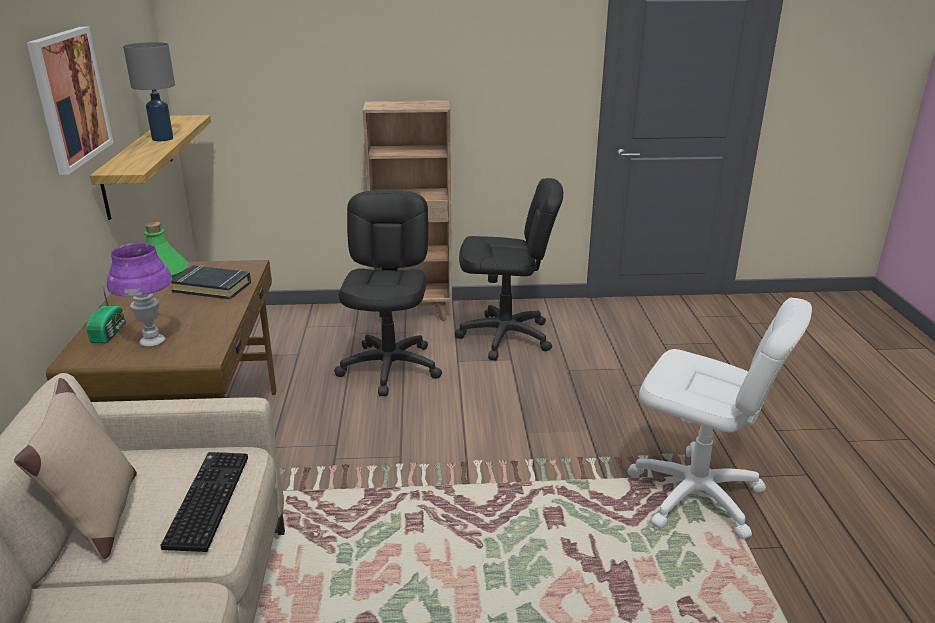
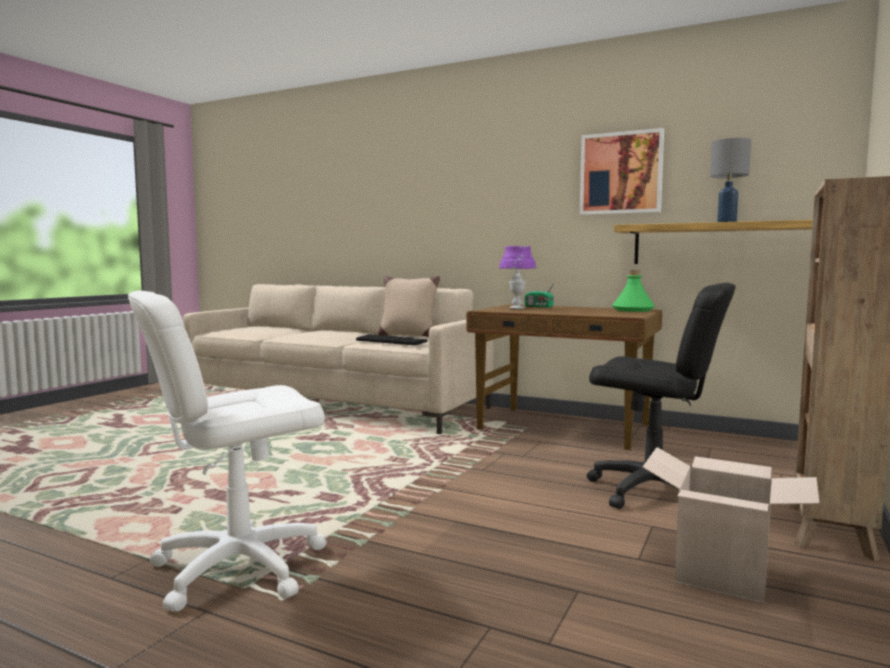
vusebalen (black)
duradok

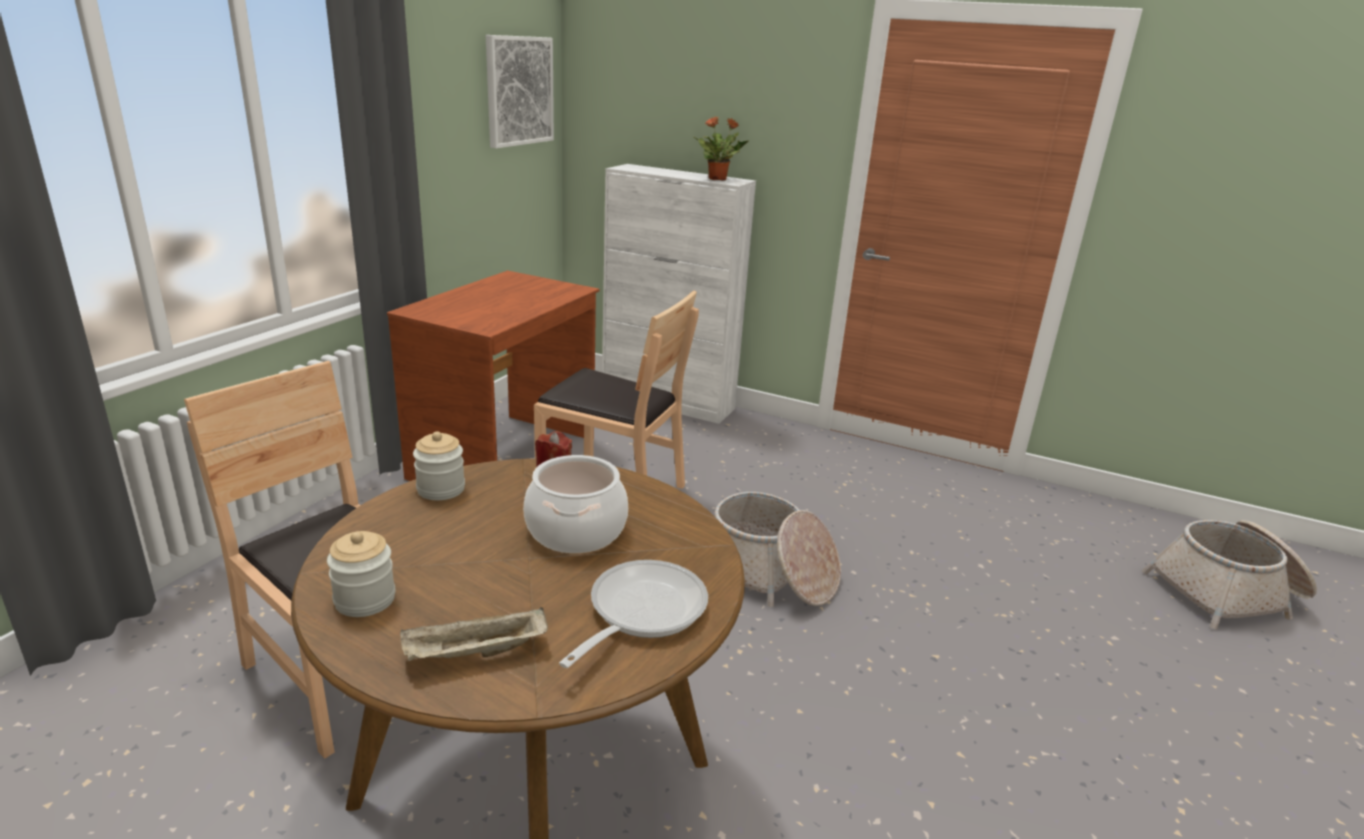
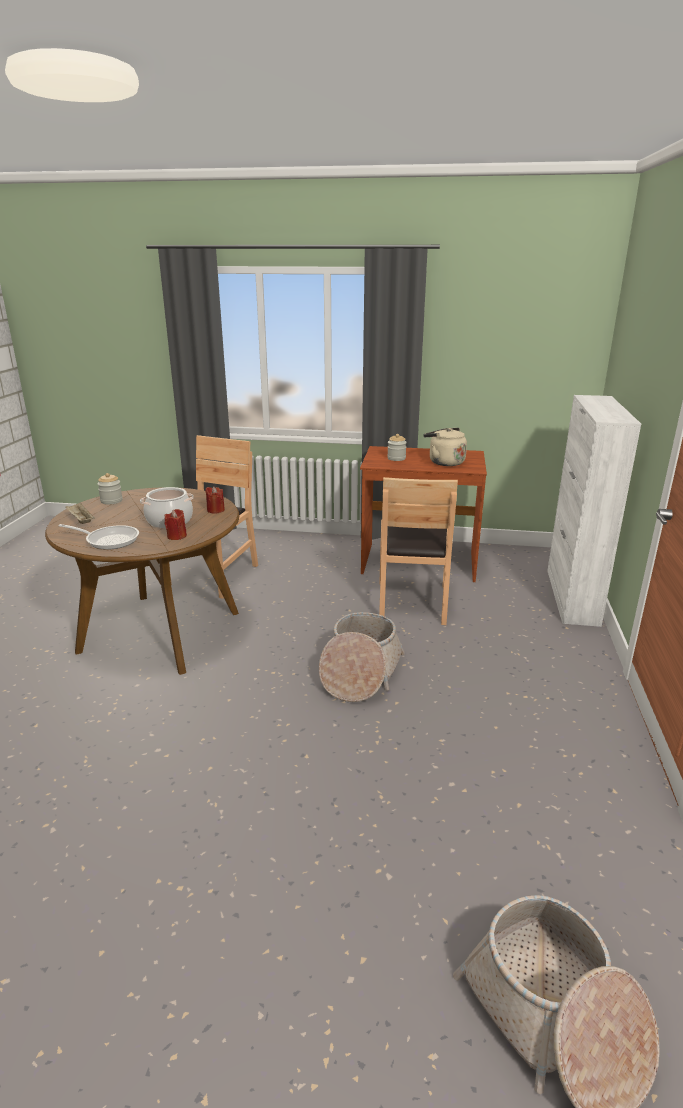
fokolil
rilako
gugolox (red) (1st from left)
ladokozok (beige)
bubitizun (2nd from left)

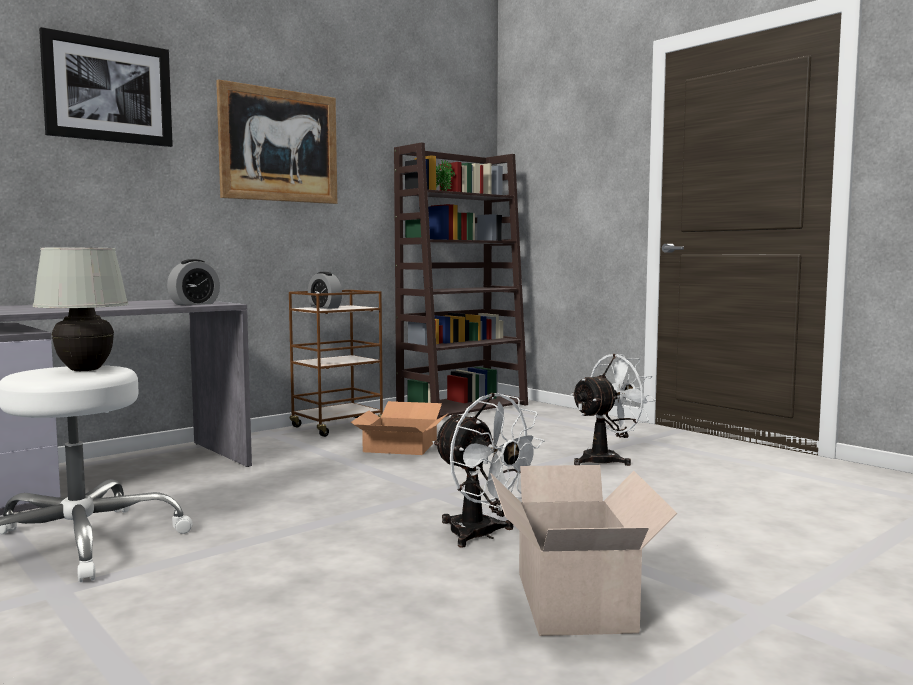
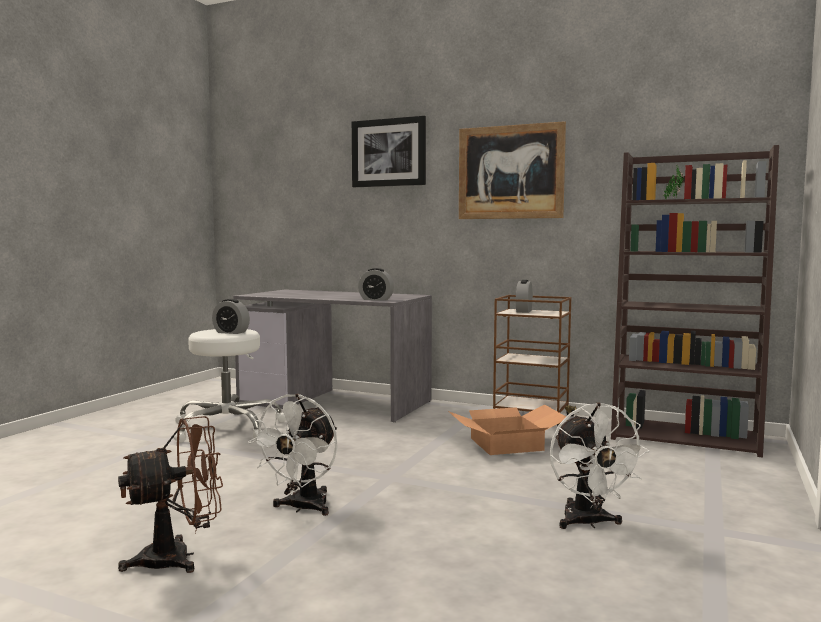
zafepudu (1st from left)
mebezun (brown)
mebezun (white) (2nd from left)

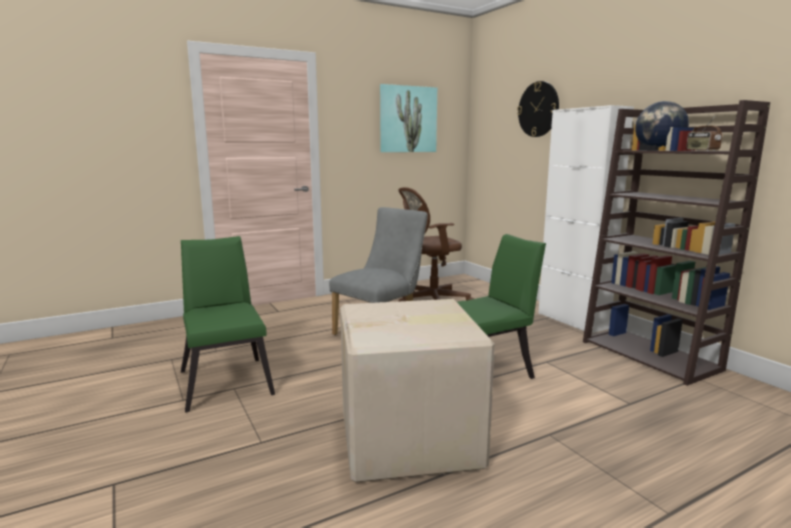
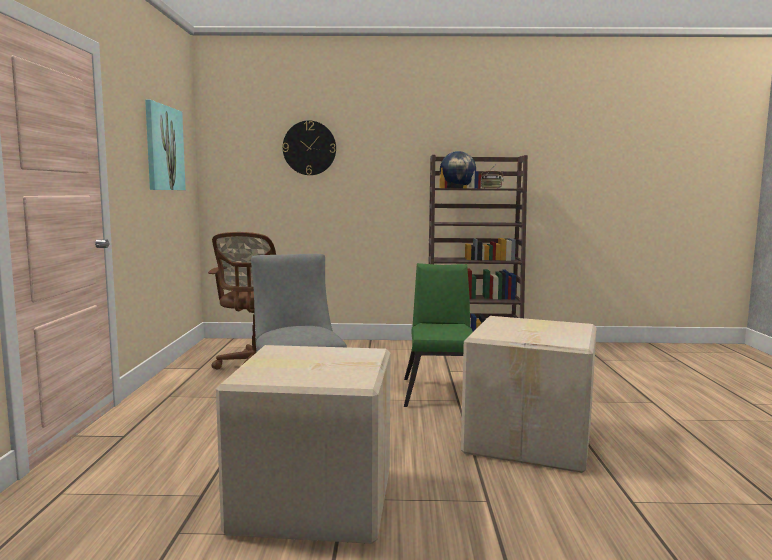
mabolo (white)
duradok (1st from left)

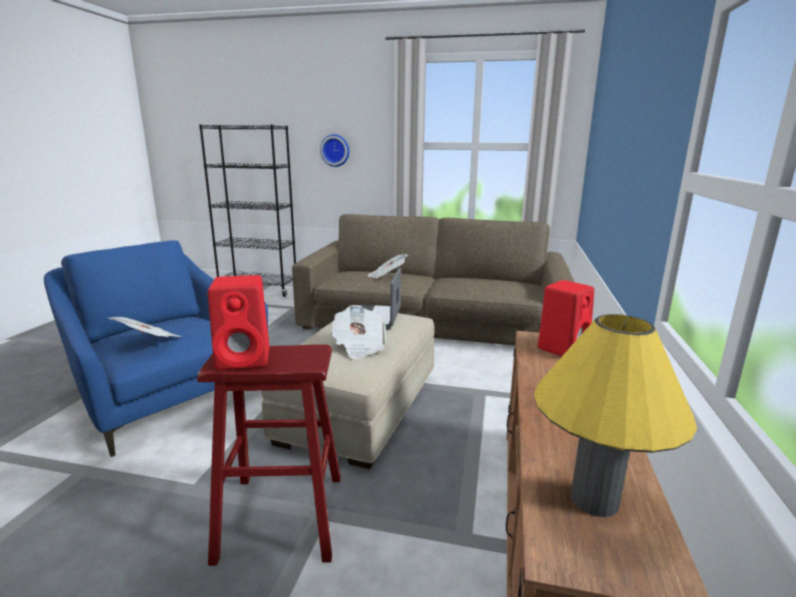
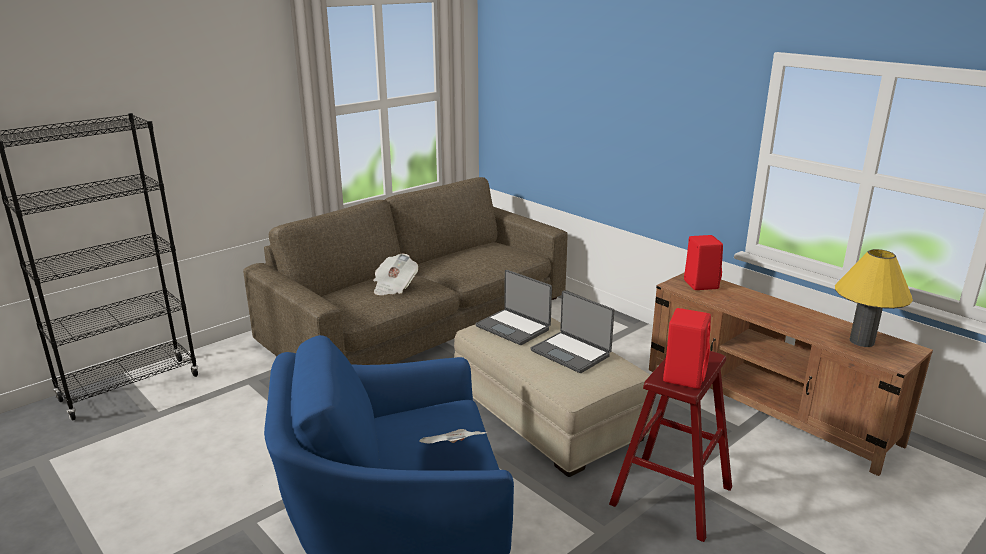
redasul
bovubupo (2nd from left)

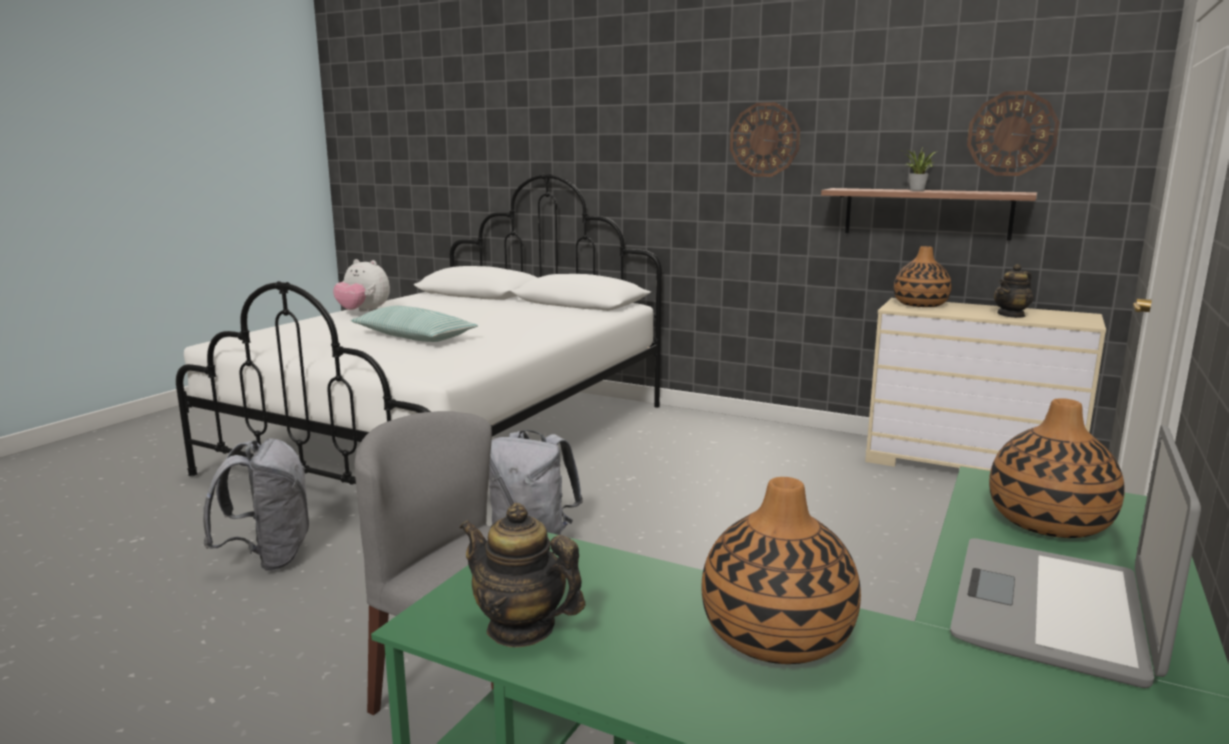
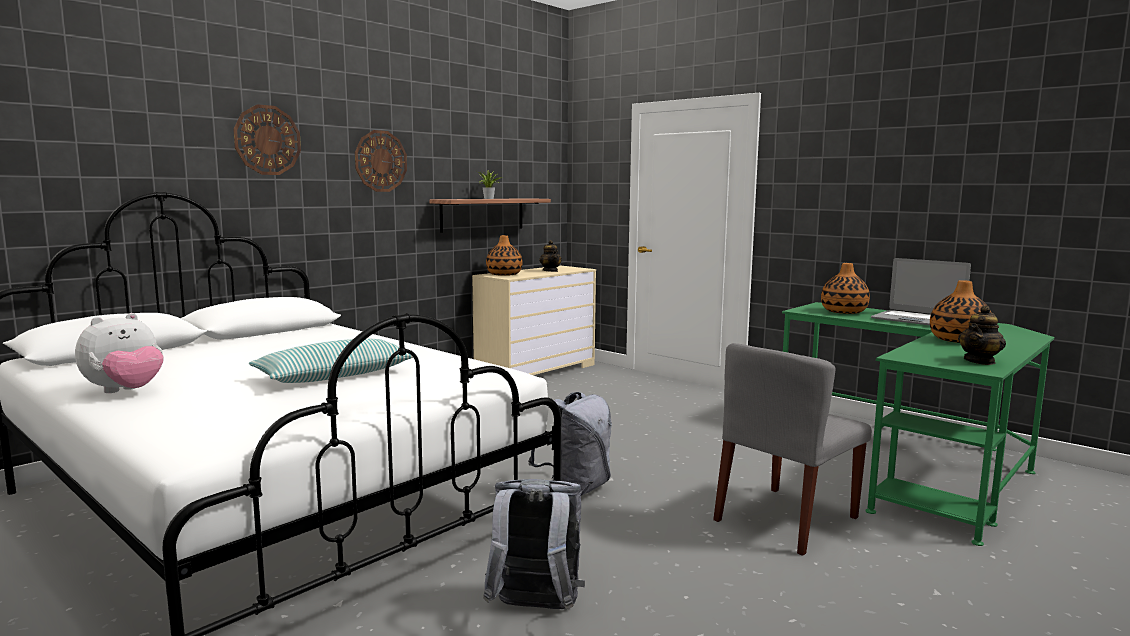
redasul (1st from left)

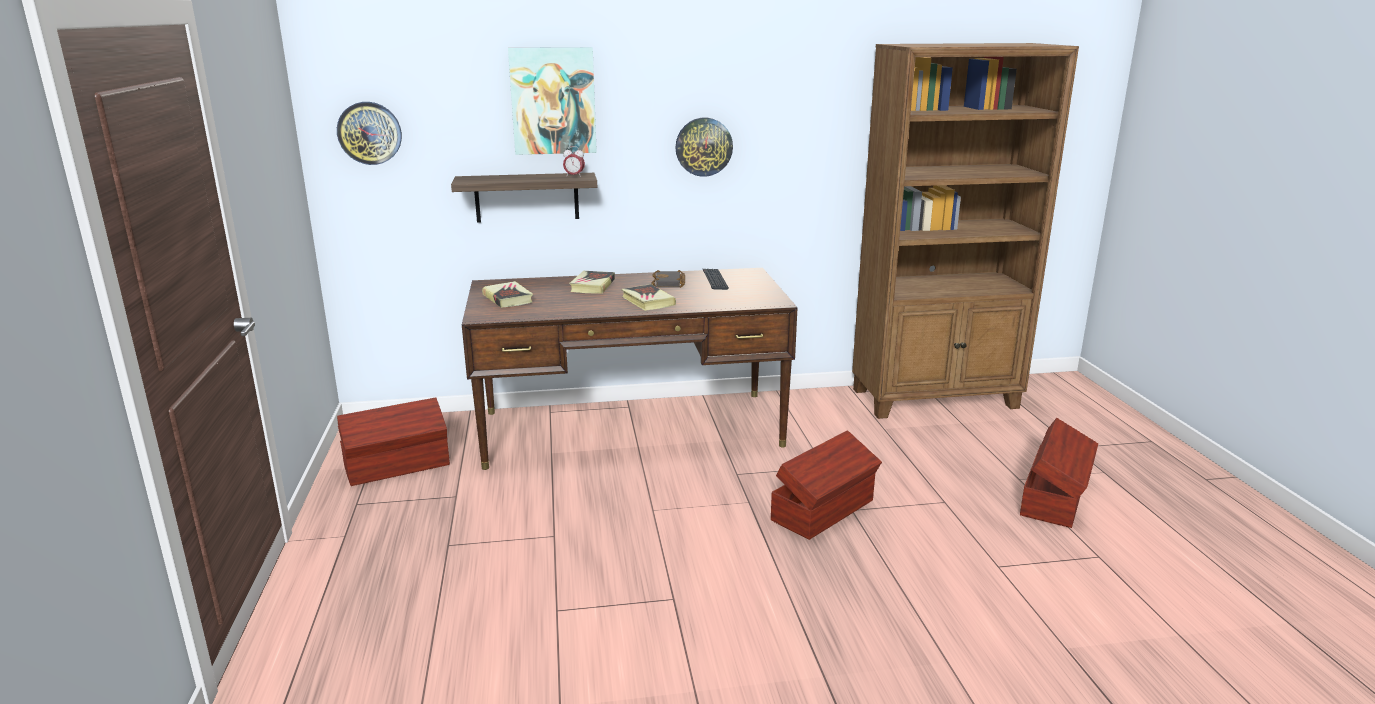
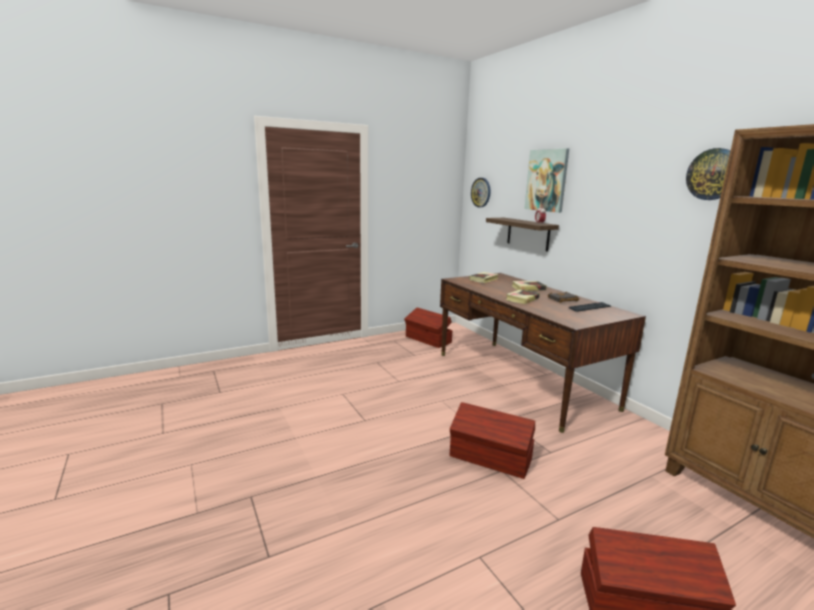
redasul (2nd from left)

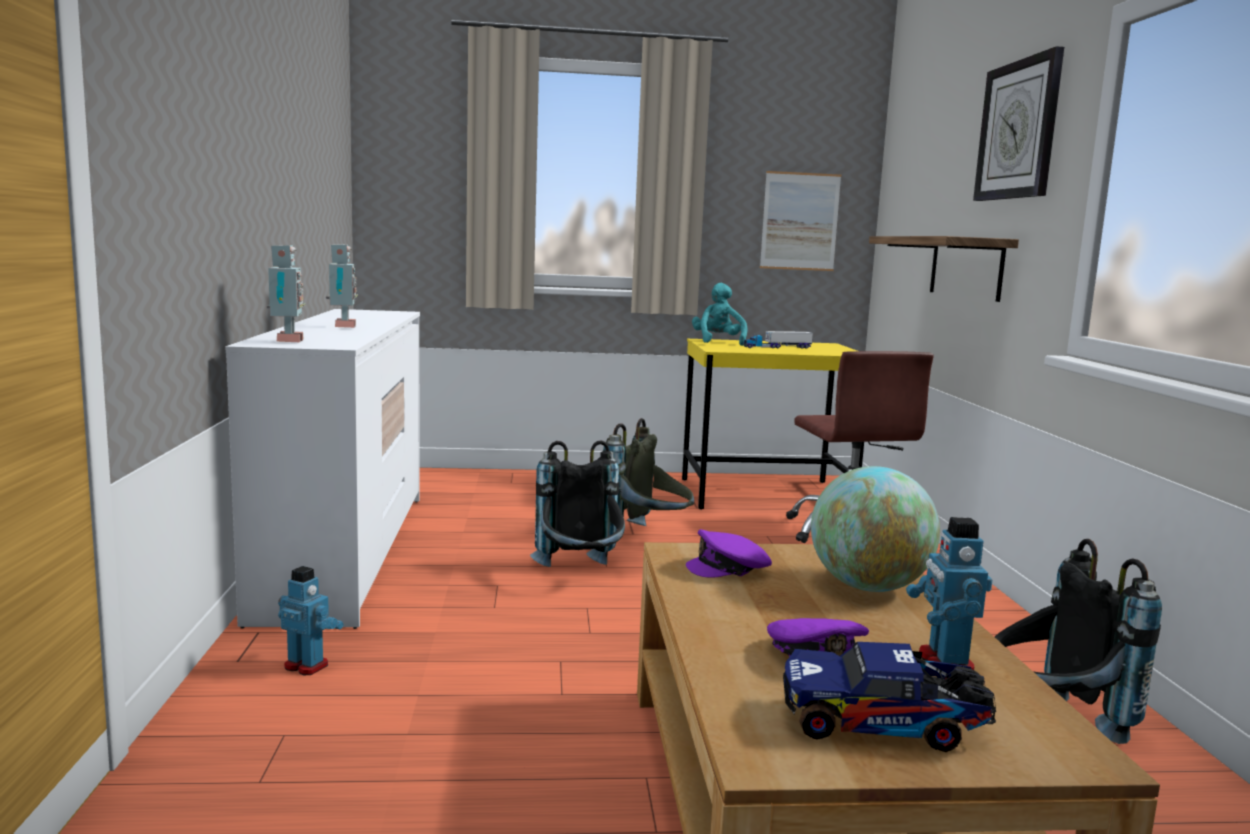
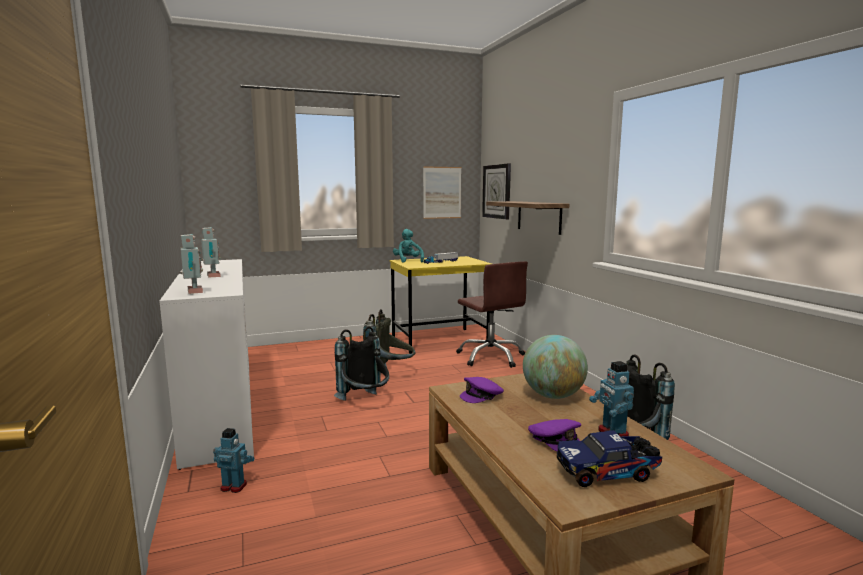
redasul

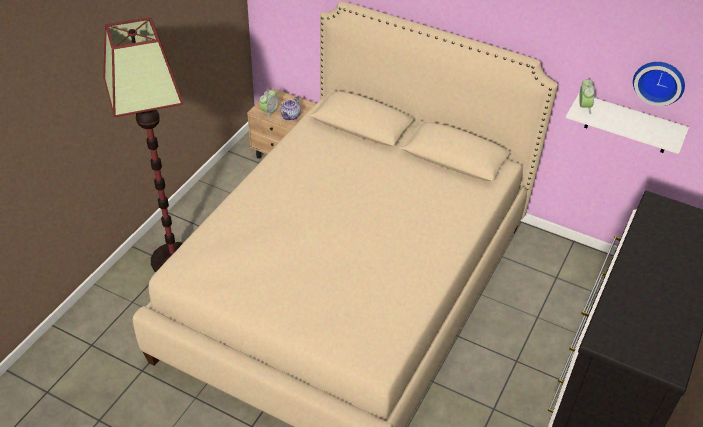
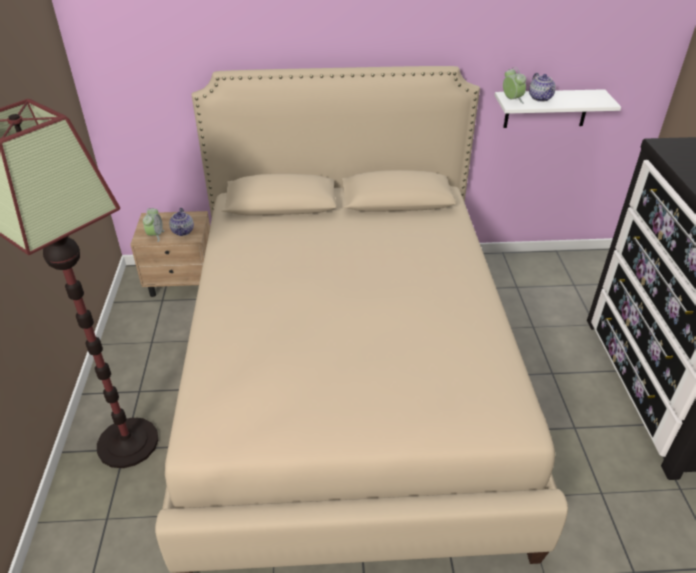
redasul
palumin (2nd from left)

